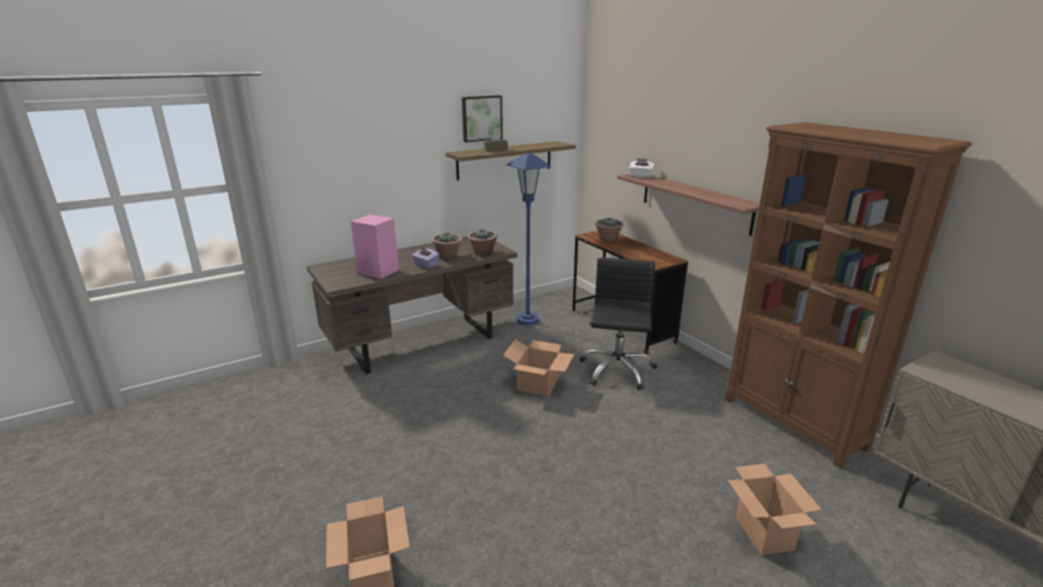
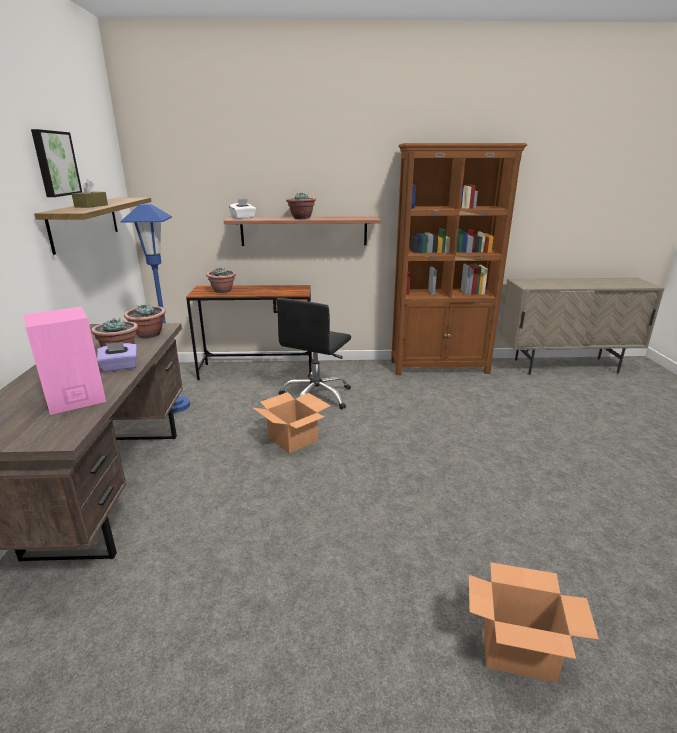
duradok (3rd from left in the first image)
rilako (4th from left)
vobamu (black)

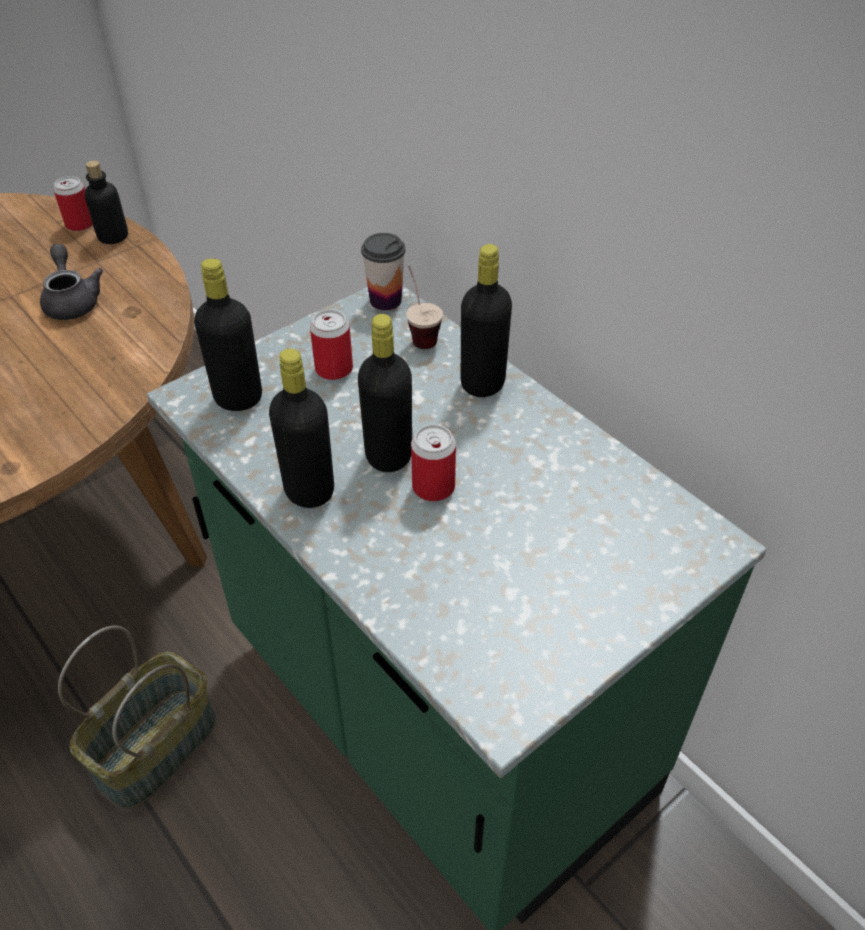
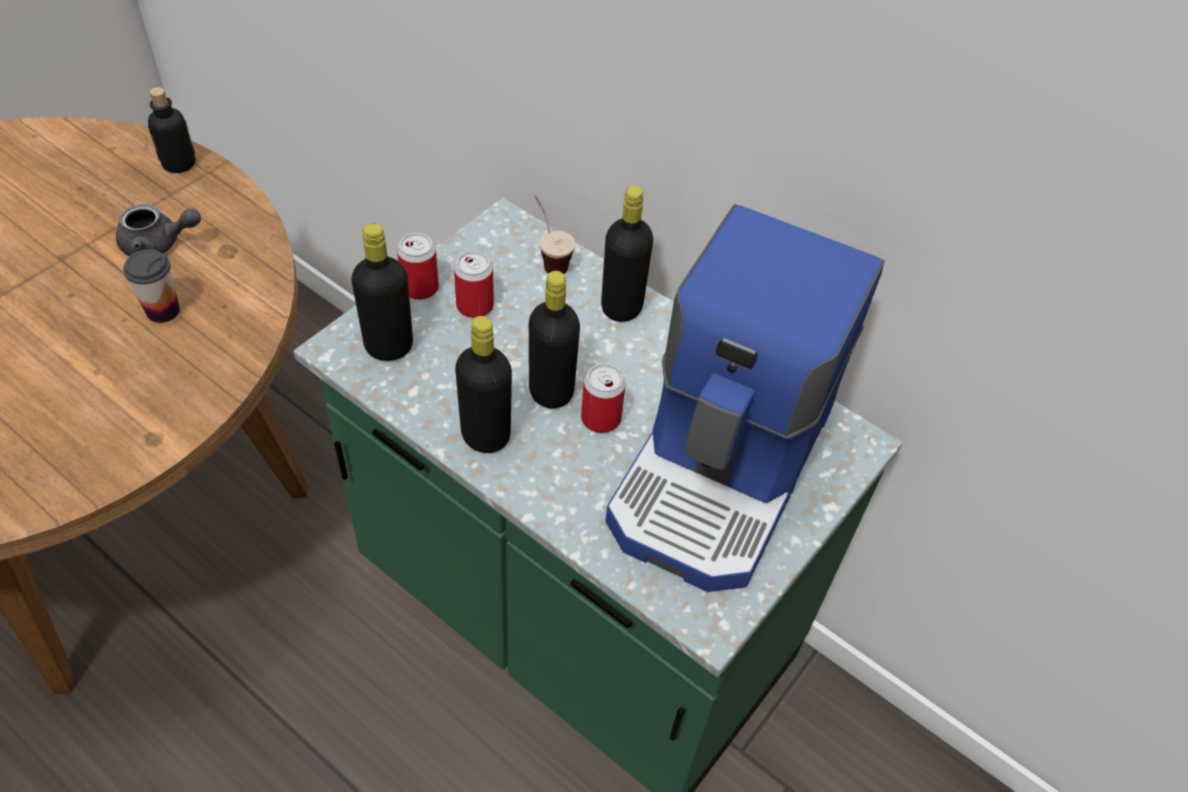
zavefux
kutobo
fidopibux (1st from left)
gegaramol (1st from left)
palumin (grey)

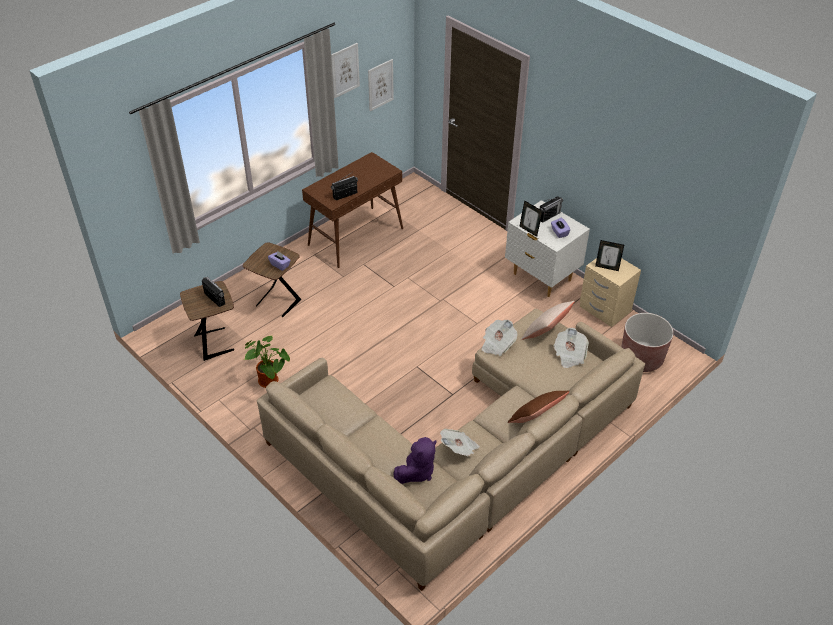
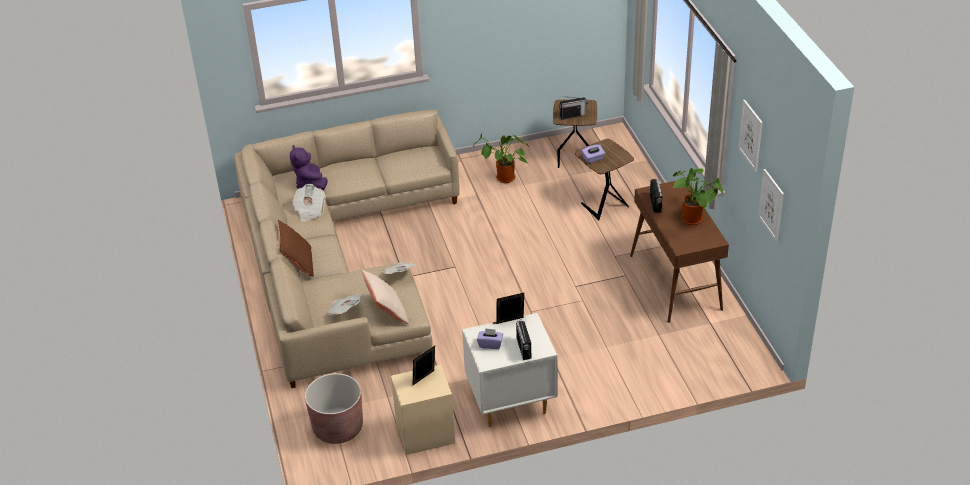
rilako (2nd from left)

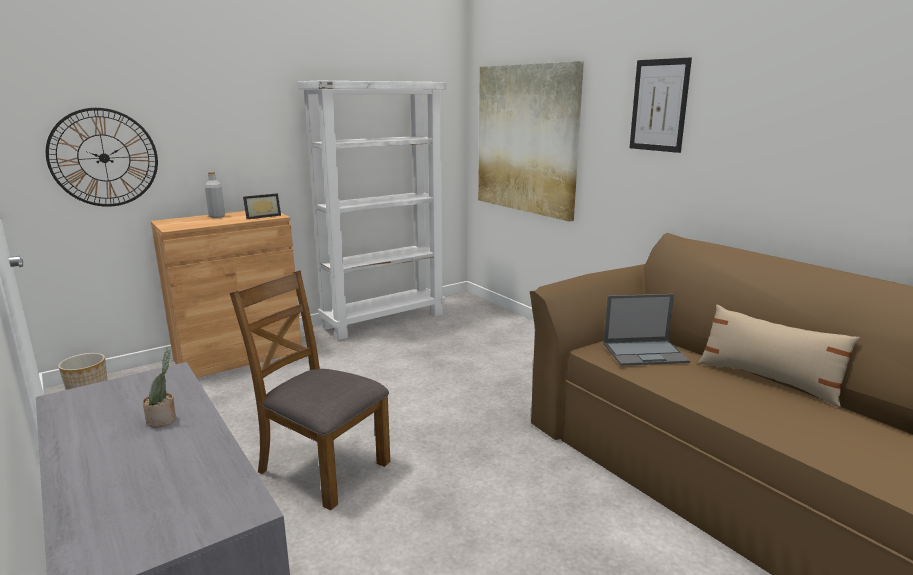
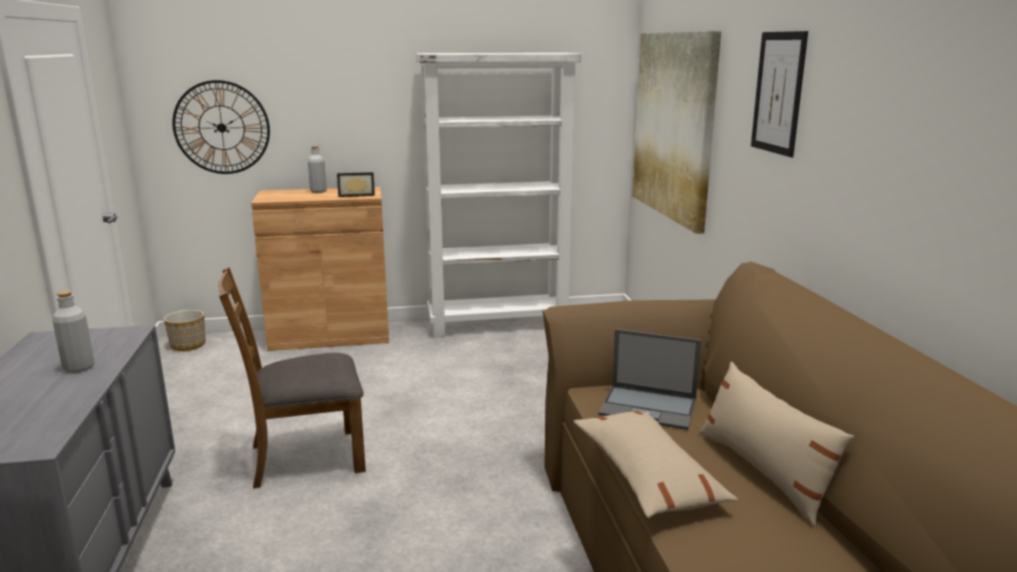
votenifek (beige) (1st from left)
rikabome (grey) (1st from left)
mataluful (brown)

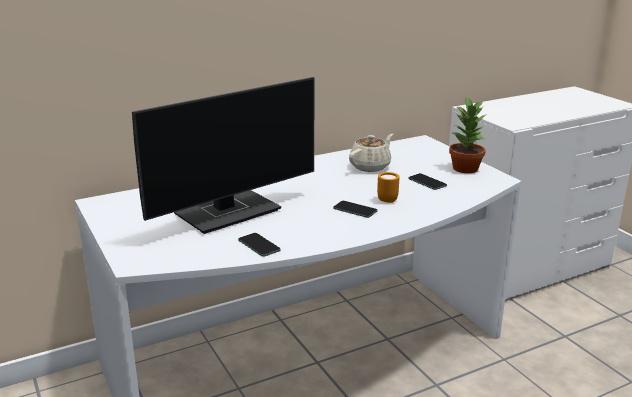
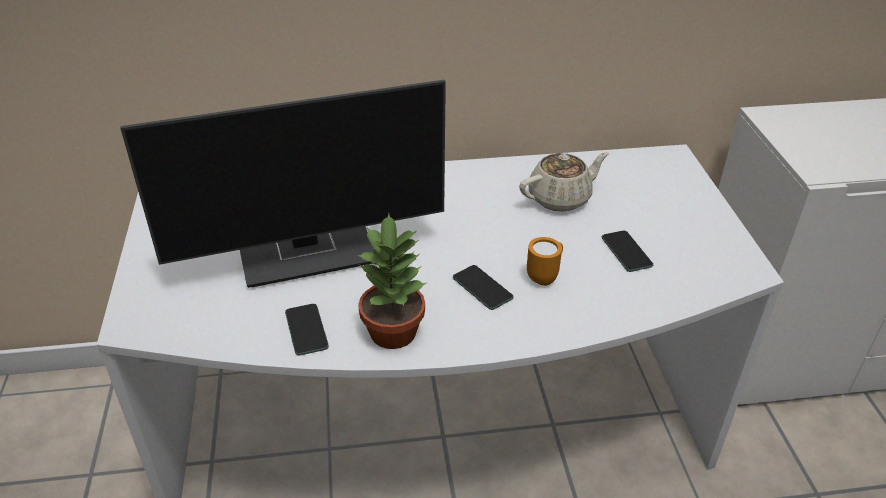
rilako

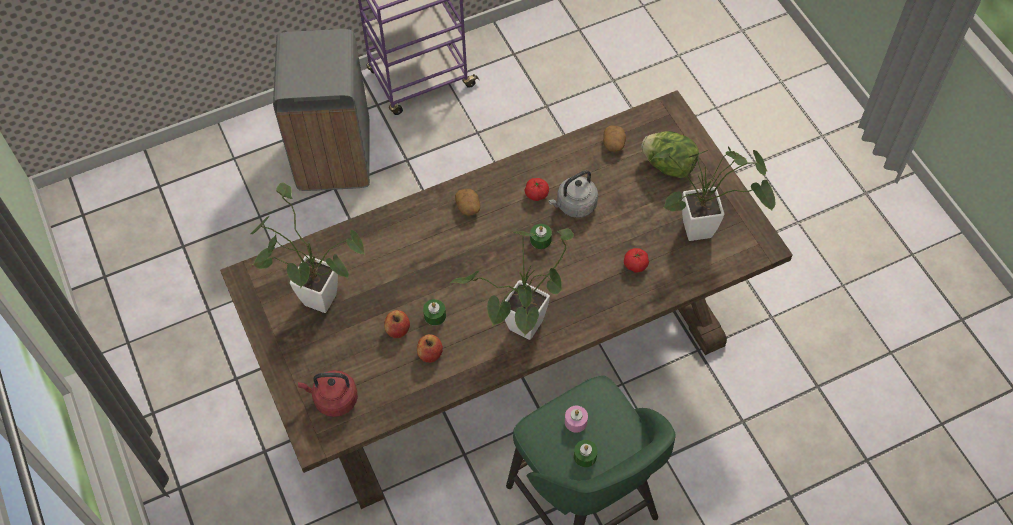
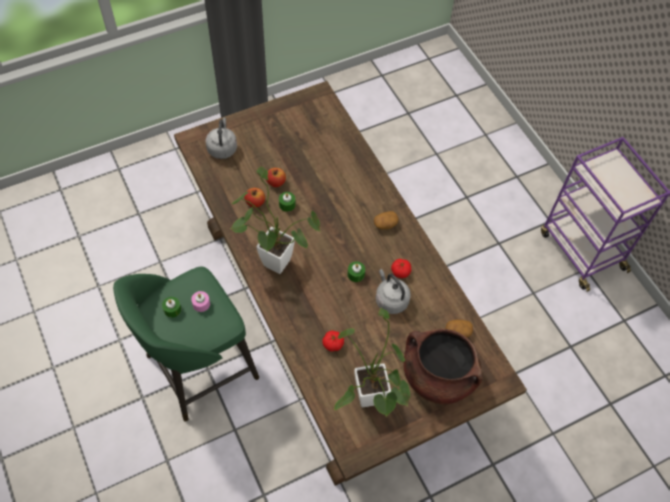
rilako (1st from left in the first image)
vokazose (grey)
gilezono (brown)
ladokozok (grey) (1st from left)

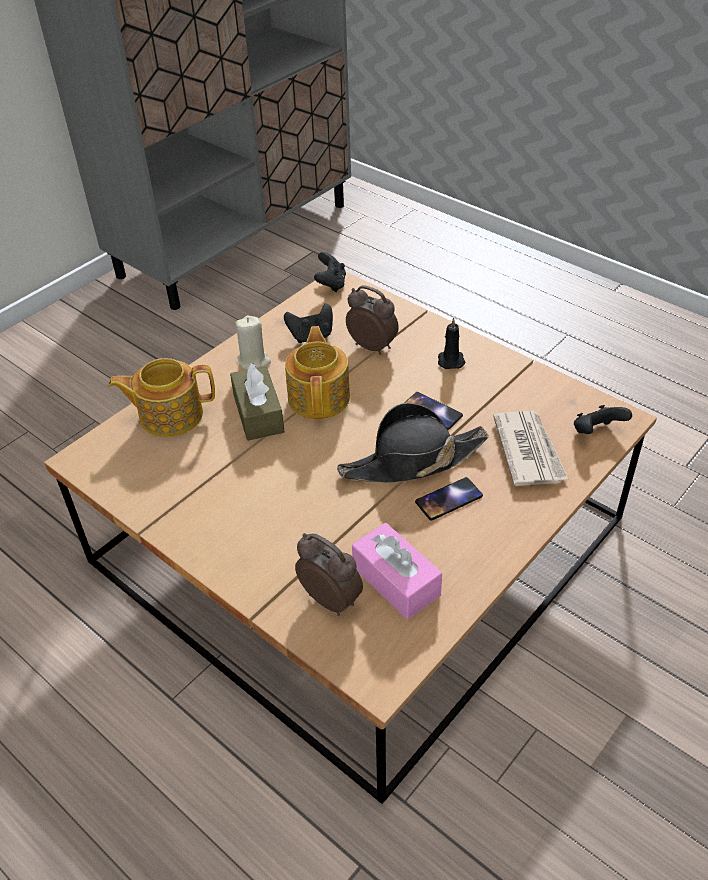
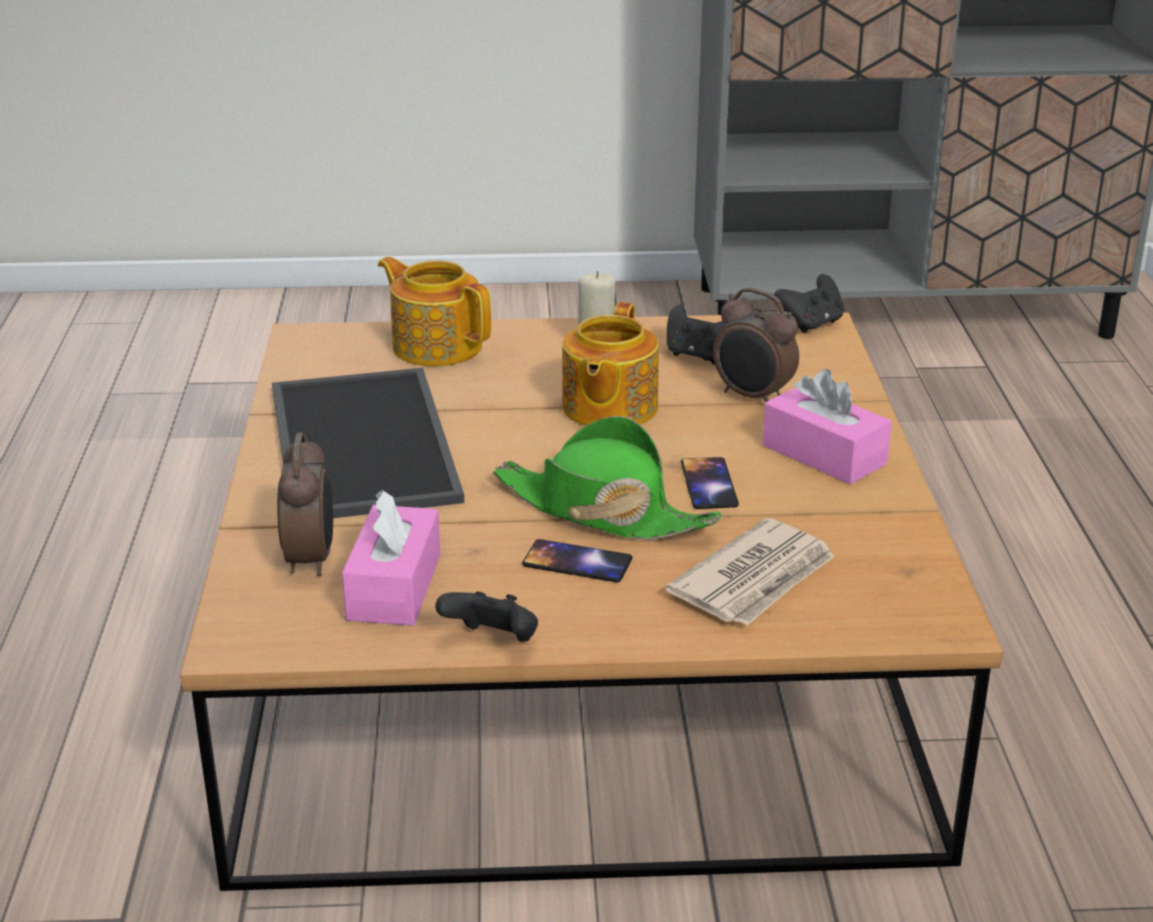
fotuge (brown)
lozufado
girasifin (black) (1st from left)
fotuge (pink) (2nd from left)
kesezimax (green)
palumin (2nd from left)
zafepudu (2nd from left)

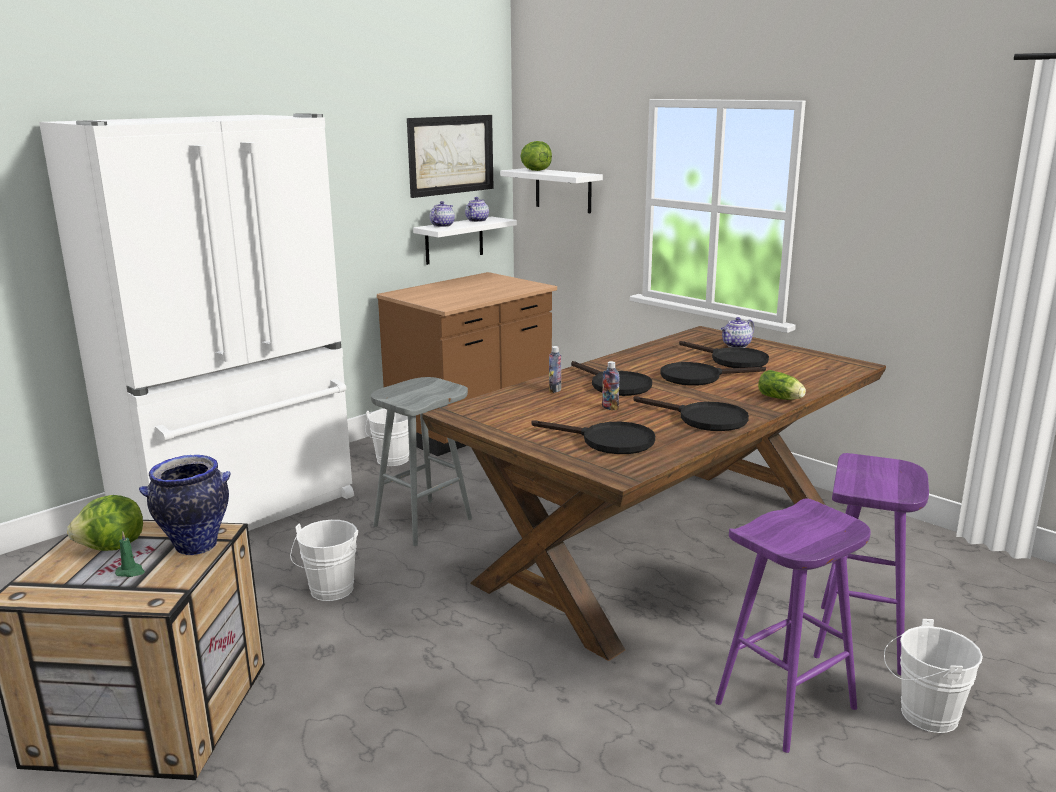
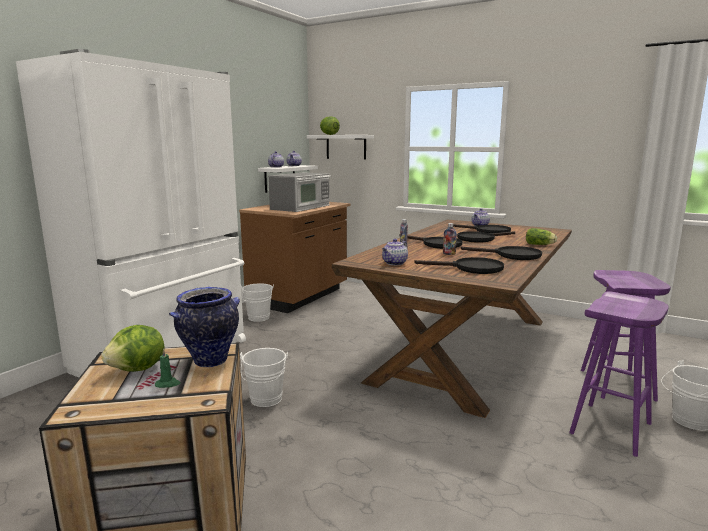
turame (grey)
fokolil
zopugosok
palumin (3rd from left)

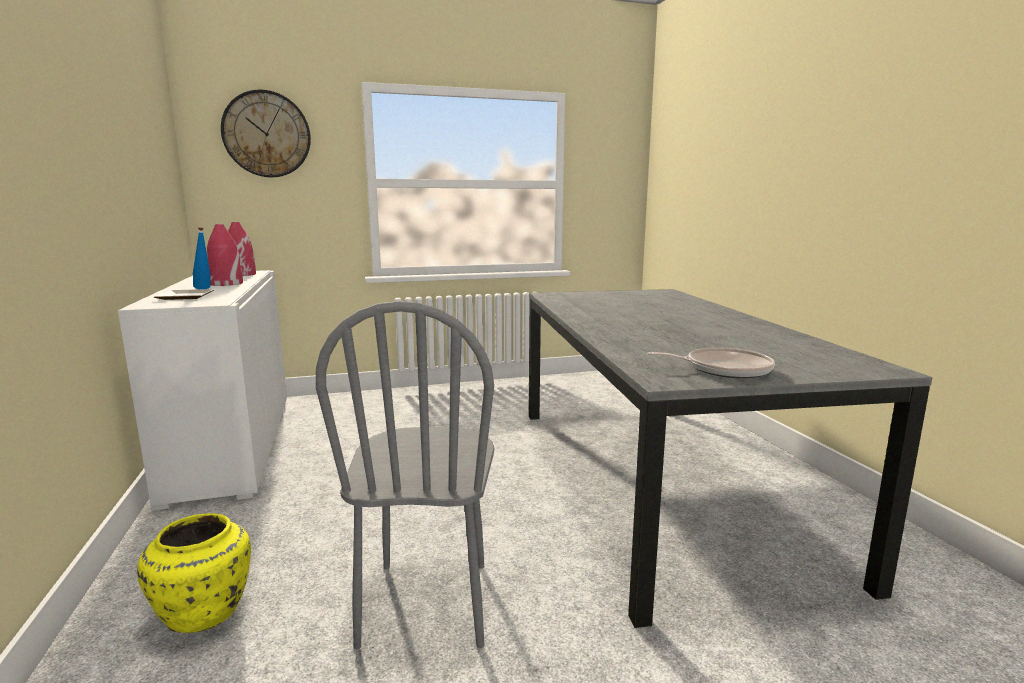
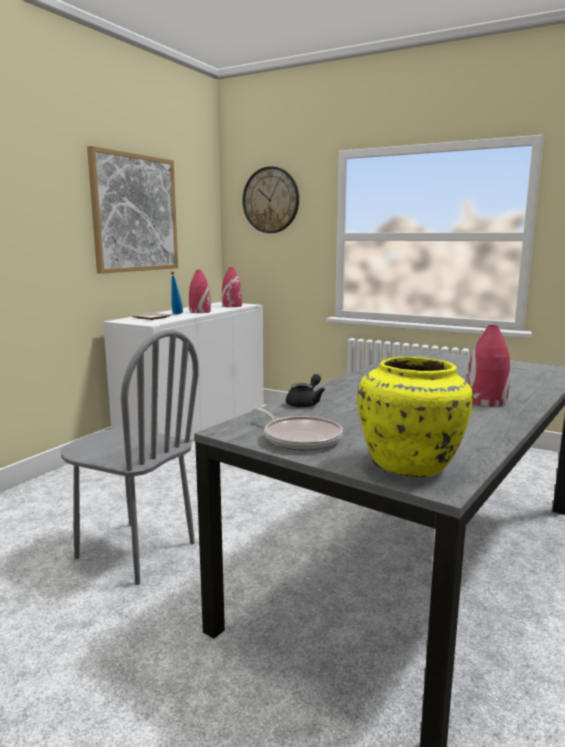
fokolil
palumin (black)
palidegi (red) (3rd from left)
palidegi (yellow)
mataluful (grey)

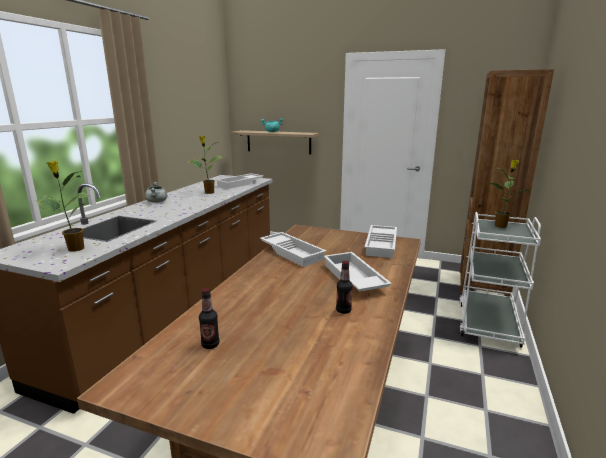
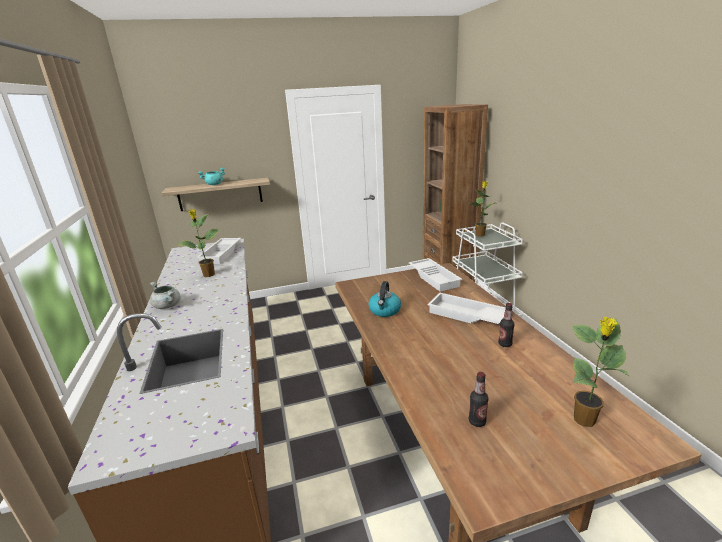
rilako (3rd from left)
ladokozok

